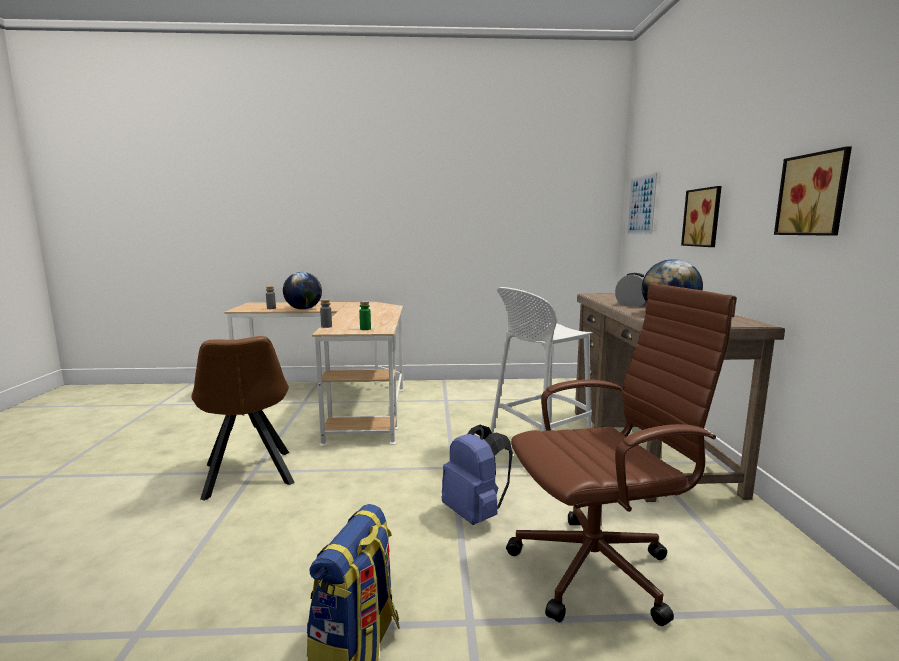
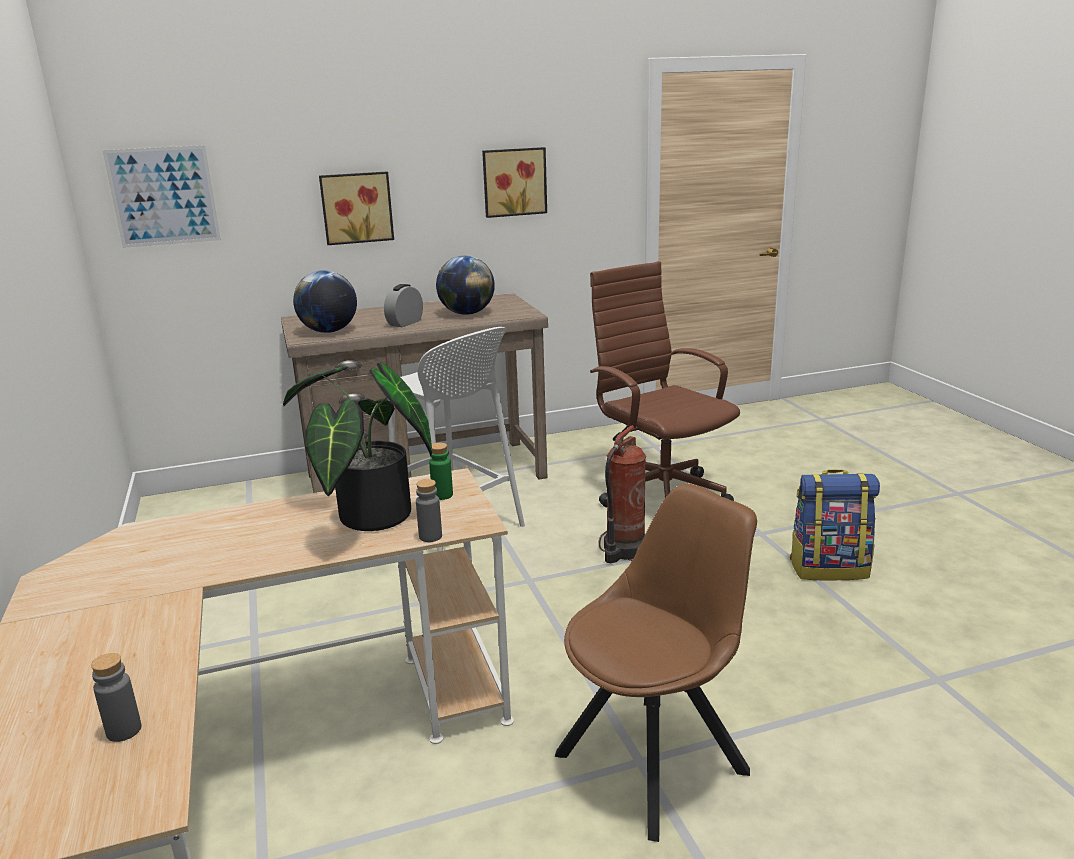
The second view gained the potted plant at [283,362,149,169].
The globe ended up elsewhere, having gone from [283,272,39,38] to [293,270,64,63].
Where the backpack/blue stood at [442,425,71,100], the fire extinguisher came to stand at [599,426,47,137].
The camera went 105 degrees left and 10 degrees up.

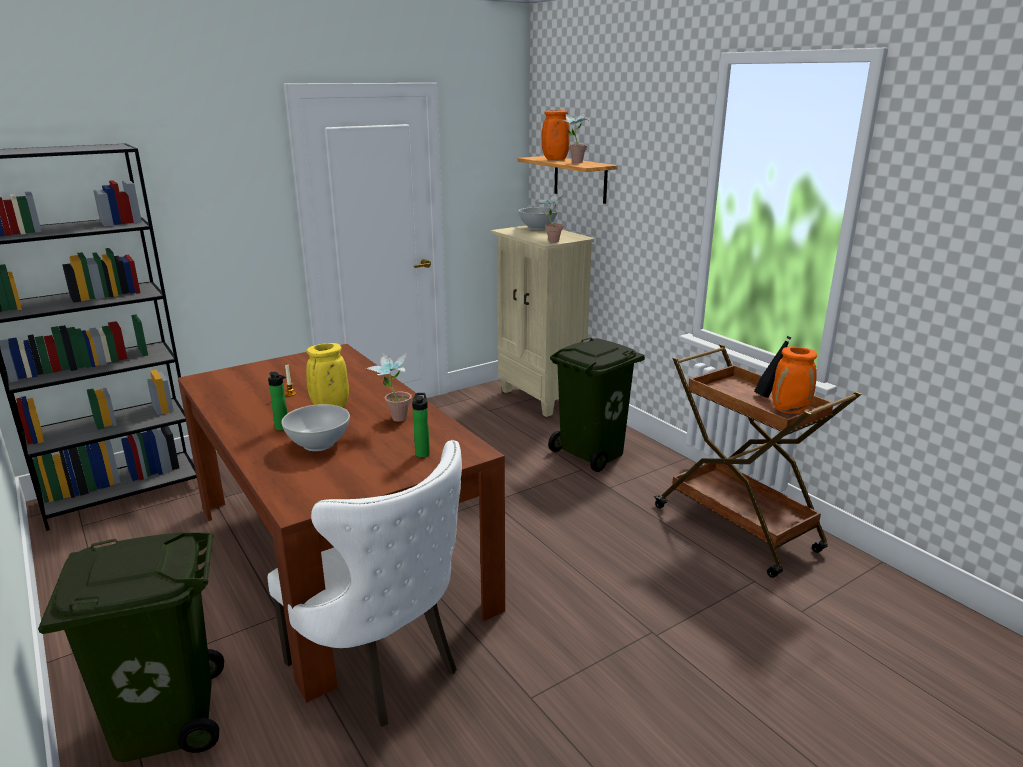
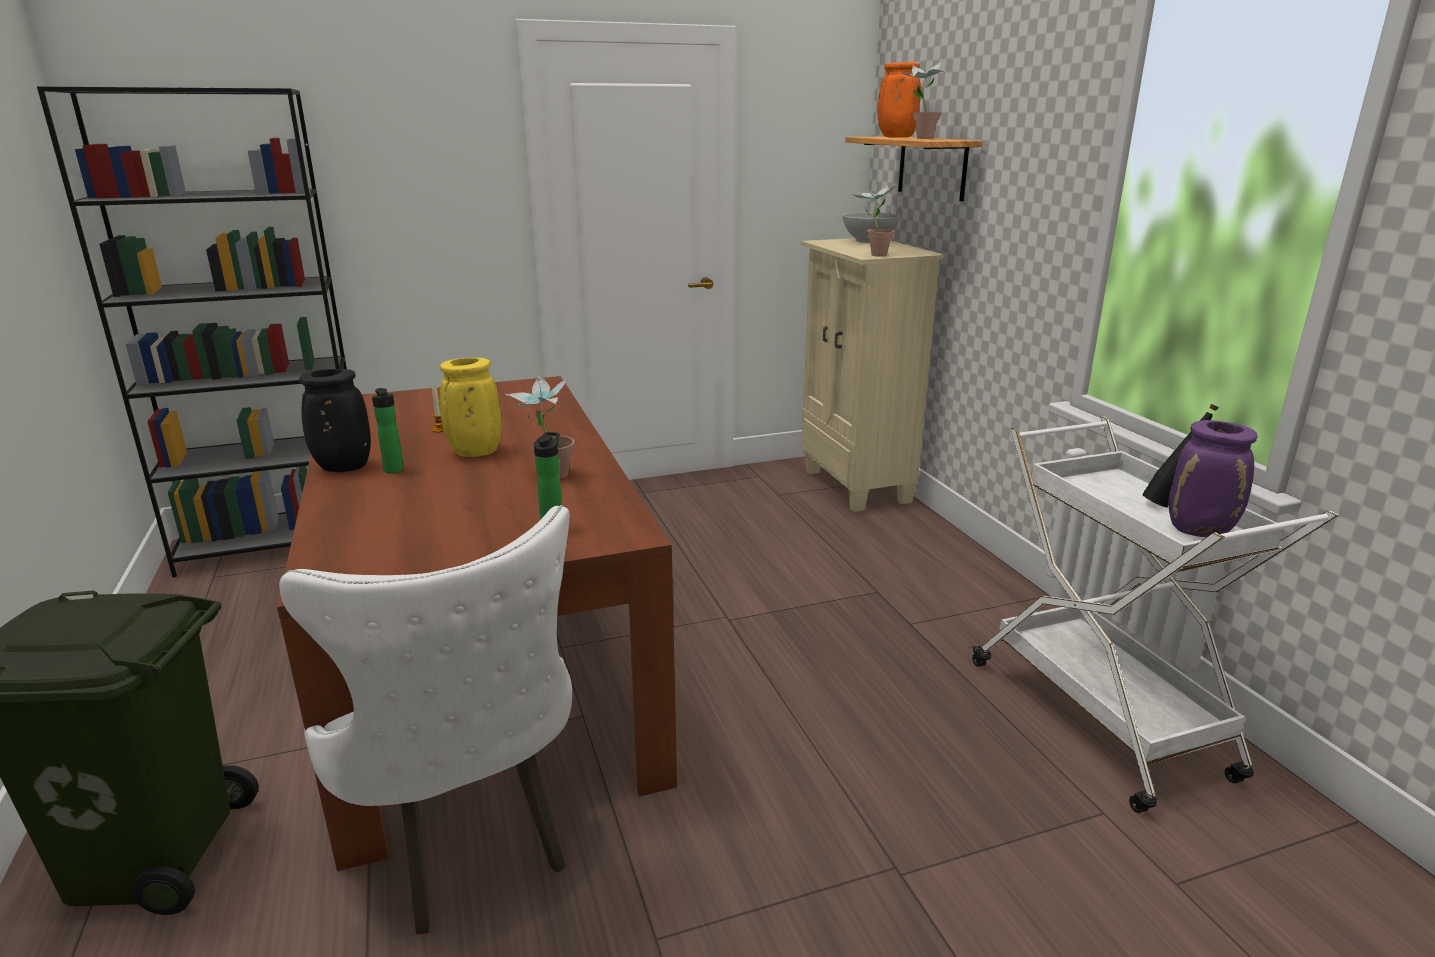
The second view lost the bowl/white at [281,404,69,47].
The second view lost the trash can/green at [548,337,97,135].
The second view gained the vase/black at [299,369,72,103].
What was the cart/brown at [654,344,208,234] turned into the cart/white at [969,416,371,397].
What was the vase/orange at [772,347,45,67] turned into the vase/purple at [1169,420,88,117].
The camera went 15 degrees right and 0 degrees up.

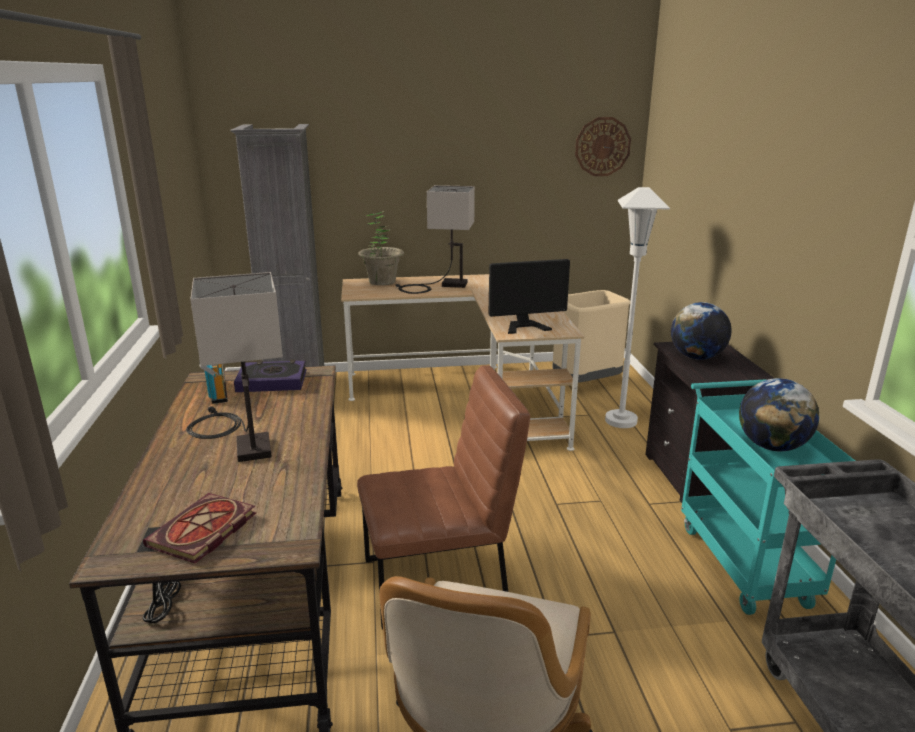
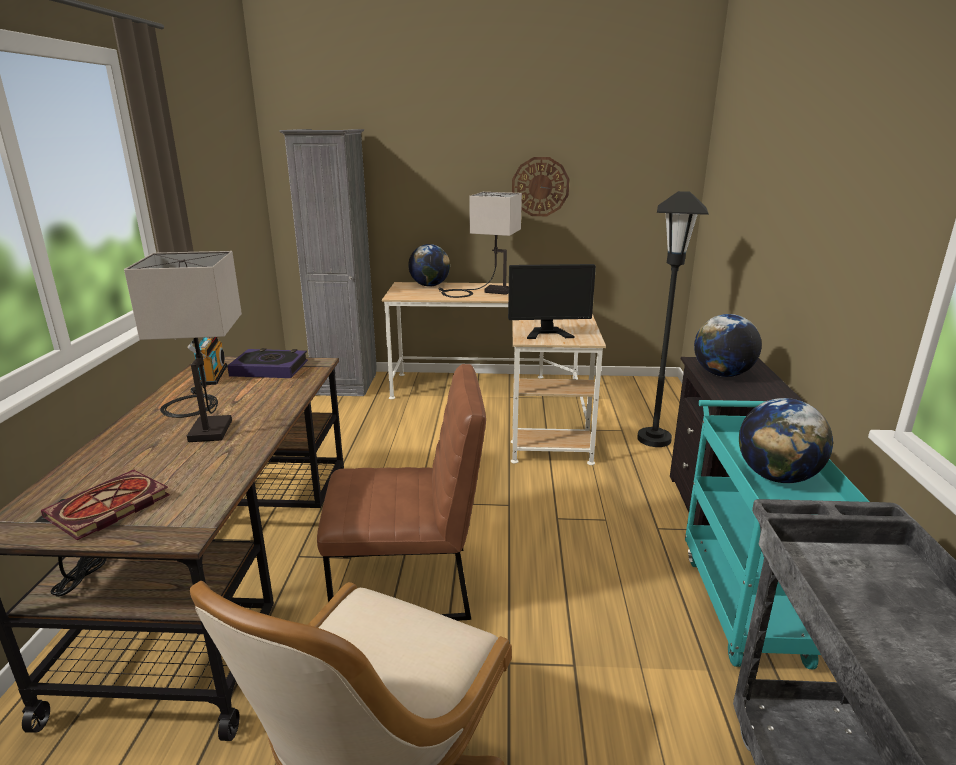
The second view lost the trash can/beige at [552,290,79,93].
The wall clock ended up elsewhere, having gone from [575,117,56,59] to [512,157,58,59].
Where the potted plant stood at [358,211,46,74], the globe came to stand at [408,244,42,43].
What was the floor lamp/white at [605,187,65,241] turned into the floor lamp/black at [637,191,72,256].
The camera went 10 degrees right and 0 degrees up.

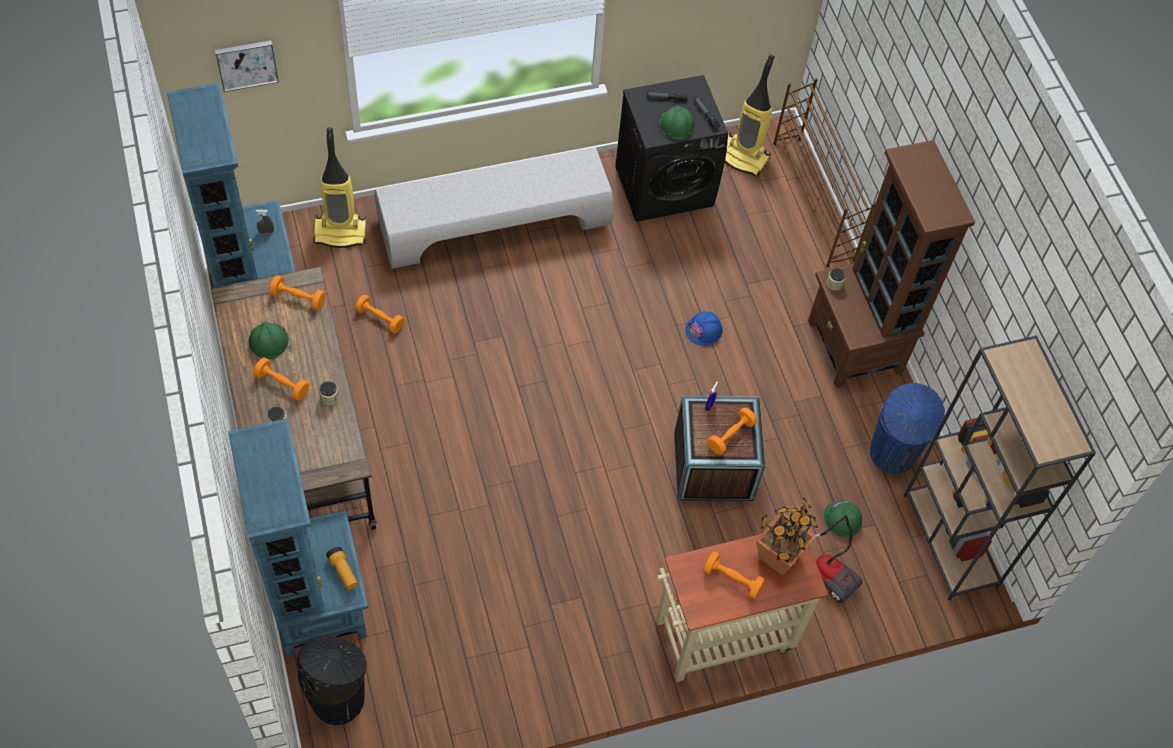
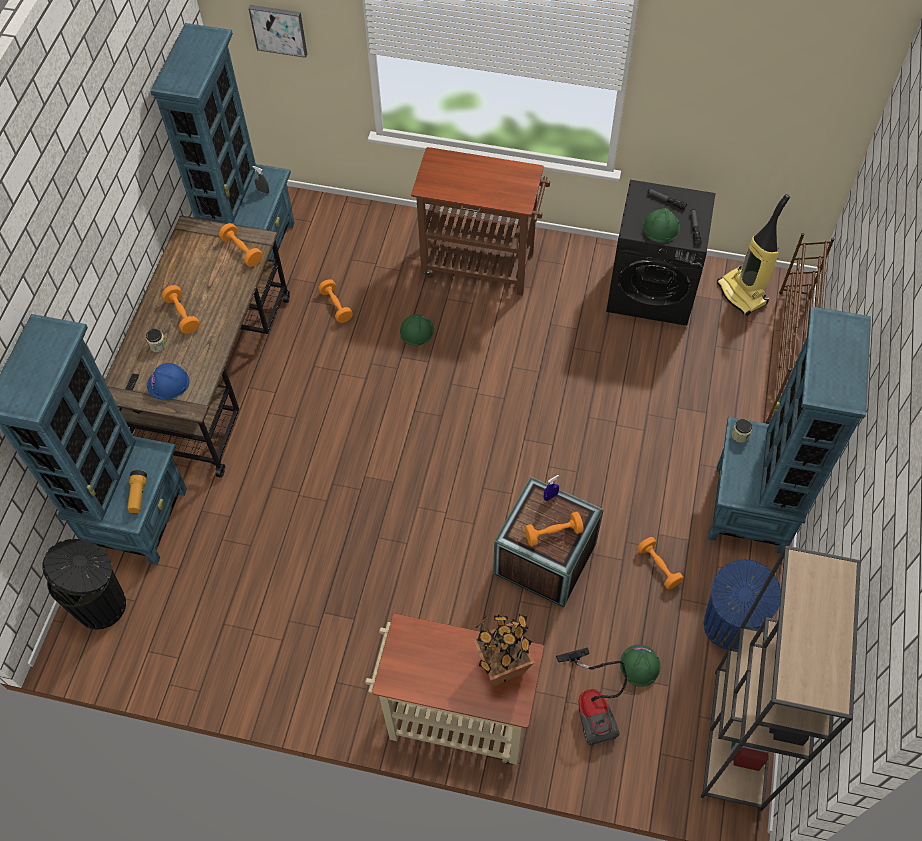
The second view lost the vacuum cleaner at [313,128,53,120].
The second view lost the jar at [319,381,20,24].
The hard hat/green ended up elsewhere, having gone from [249,322,40,37] to [400,314,34,32].
The hard hat/blue ended up elsewhere, having gone from [685,311,38,35] to [147,363,42,37].
The dumbbell/orange ended up elsewhere, having gone from [703,551,62,48] to [637,537,47,52].
Where the bench/grey stood at [375,147,239,122], the cart/brown came to stand at [411,147,139,149].
What was the cabinet/brown at [808,140,167,248] turned into the cabinet/blue at [708,306,163,247].
The camera went 35 degrees right and 0 degrees up.

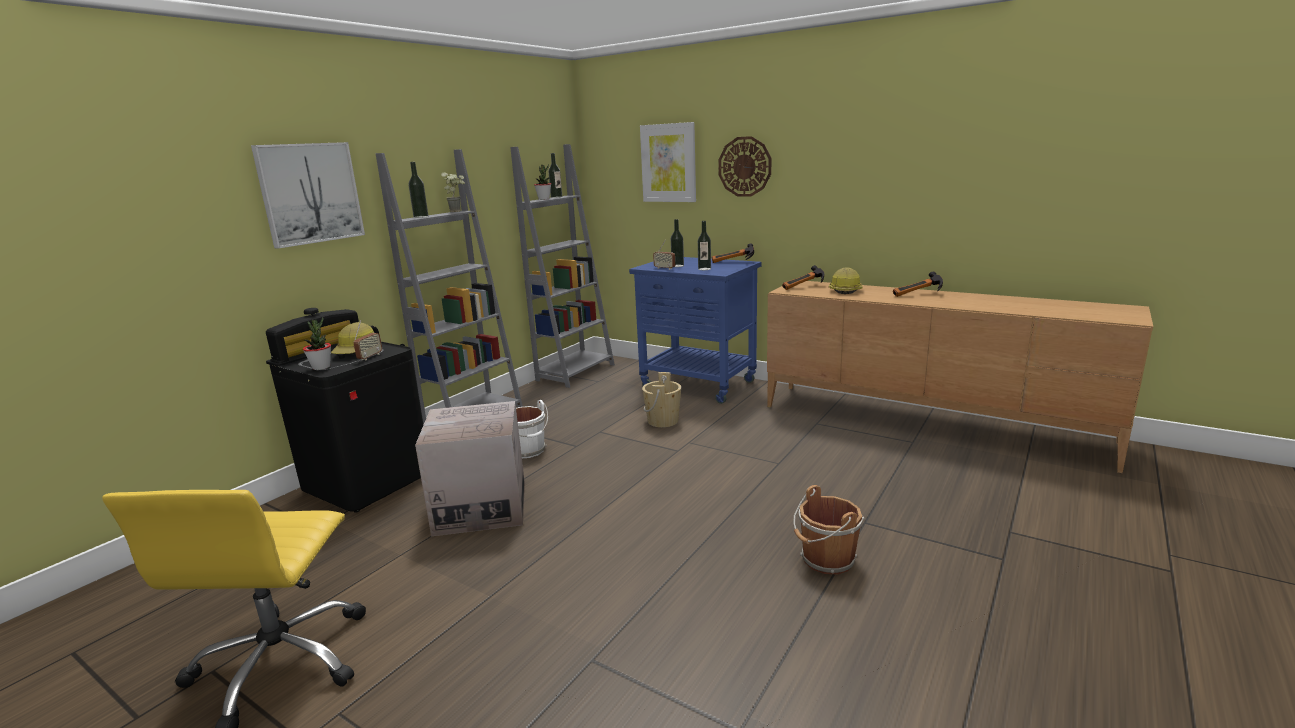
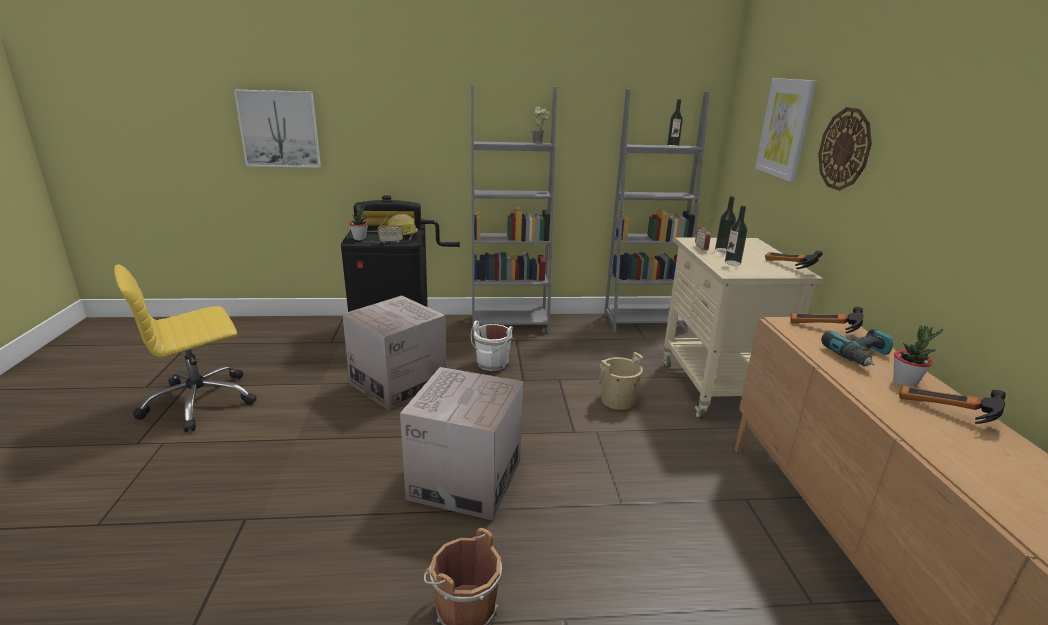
The second view lost the bottle at [409,162,19,56].
The second view gained the cardboard box at [400,367,123,153].
The picture ended up elsewhere, having gone from [251,142,114,107] to [234,90,87,78].
The potted plant ended up elsewhere, having gone from [534,164,17,36] to [893,325,50,62].
Where the hard hat stood at [829,267,34,27], the power drill came to stand at [821,329,73,37].
What was the cart/blue at [629,257,132,147] turned into the cart/beige at [663,237,160,181].
The camera went 50 degrees right and 5 degrees up.

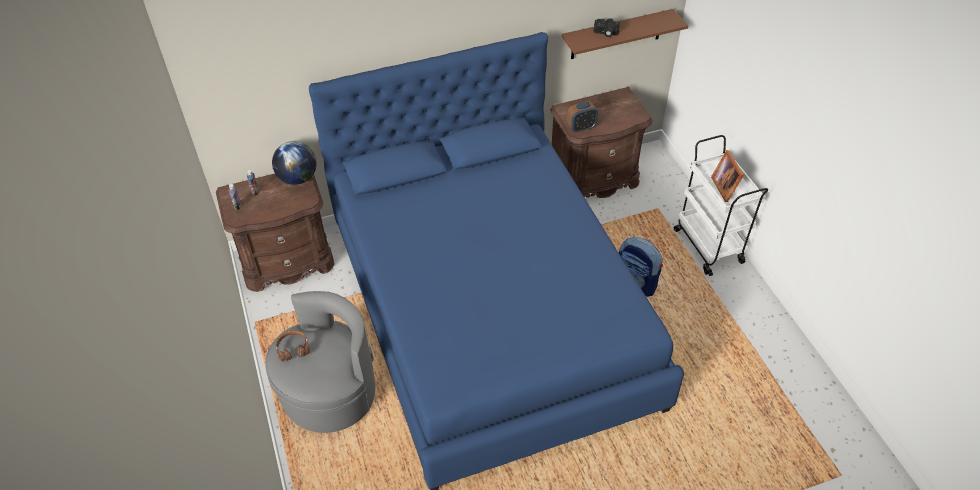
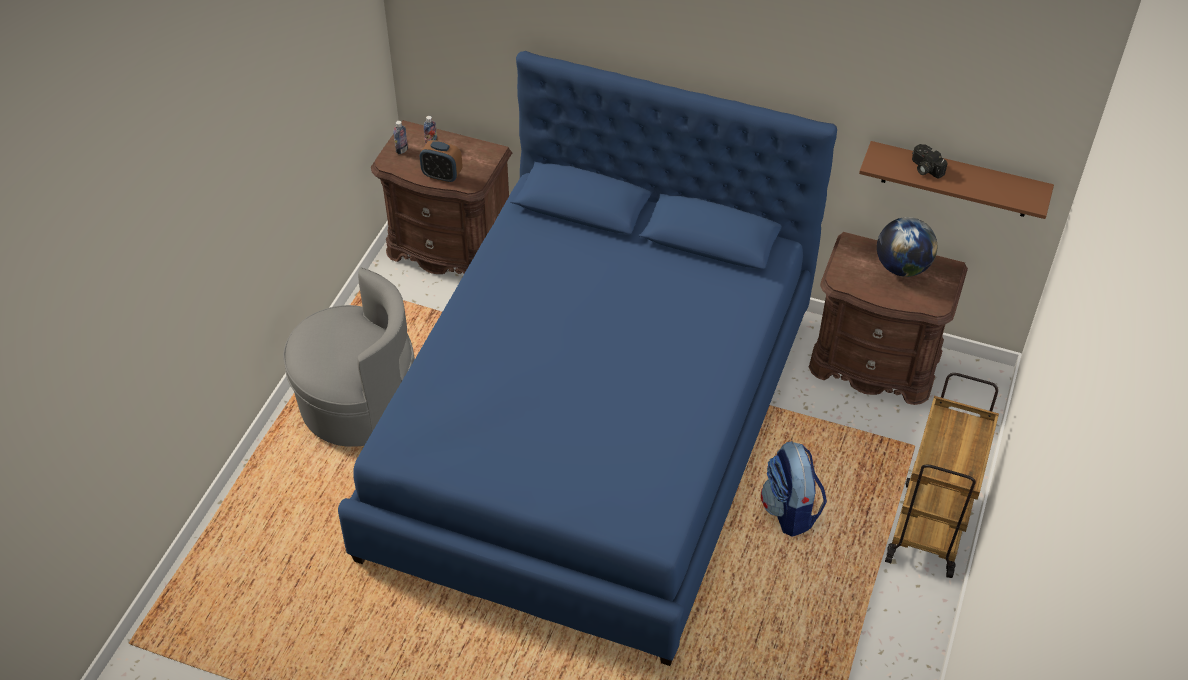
The second view lost the headphones/brown at [276,330,34,32].
The second view lost the picture frame at [711,150,33,52].
The globe ended up elsewhere, having gone from [272,141,44,44] to [877,217,60,60].
The alarm clock ended up elsewhere, having gone from [567,101,31,32] to [420,140,42,43].
What was the cart/white at [674,135,94,141] turned into the cart/brown at [885,373,114,205].
The camera went 40 degrees right and 0 degrees up.

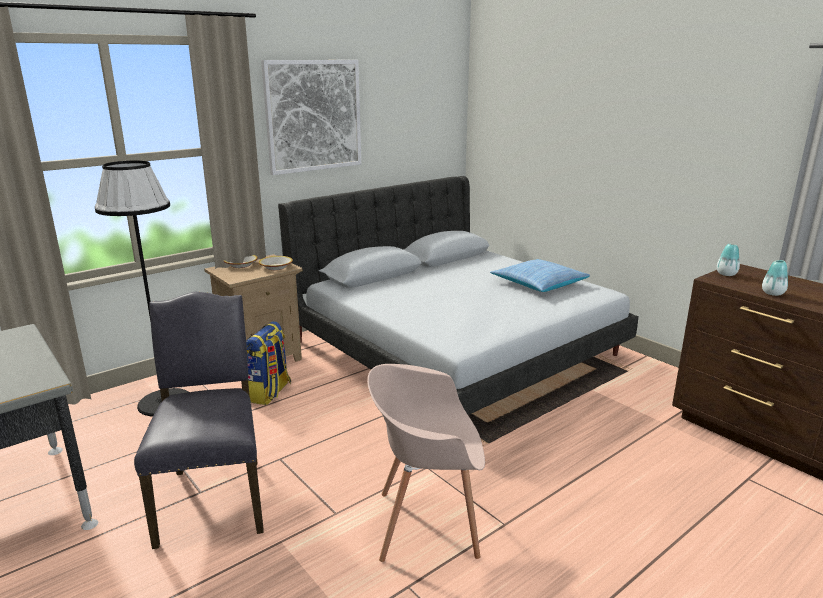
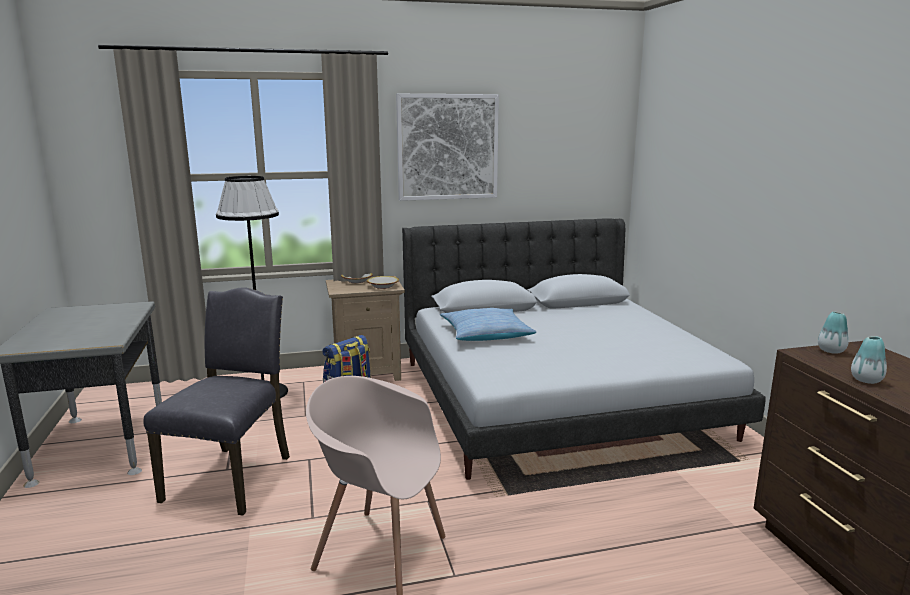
The pillow ended up elsewhere, having gone from [490,259,100,33] to [440,308,96,33].
The camera went 25 degrees right and 5 degrees down.

